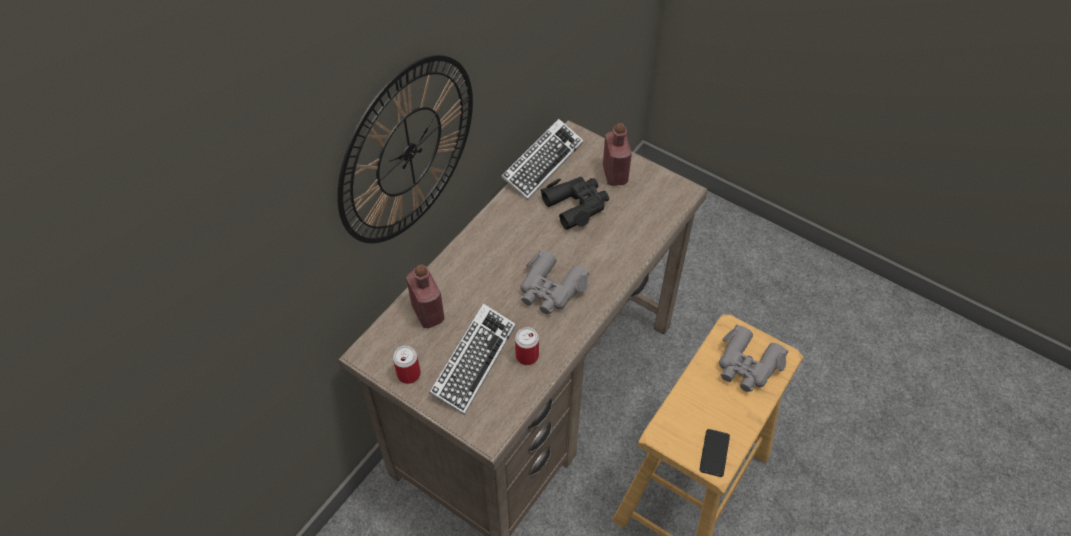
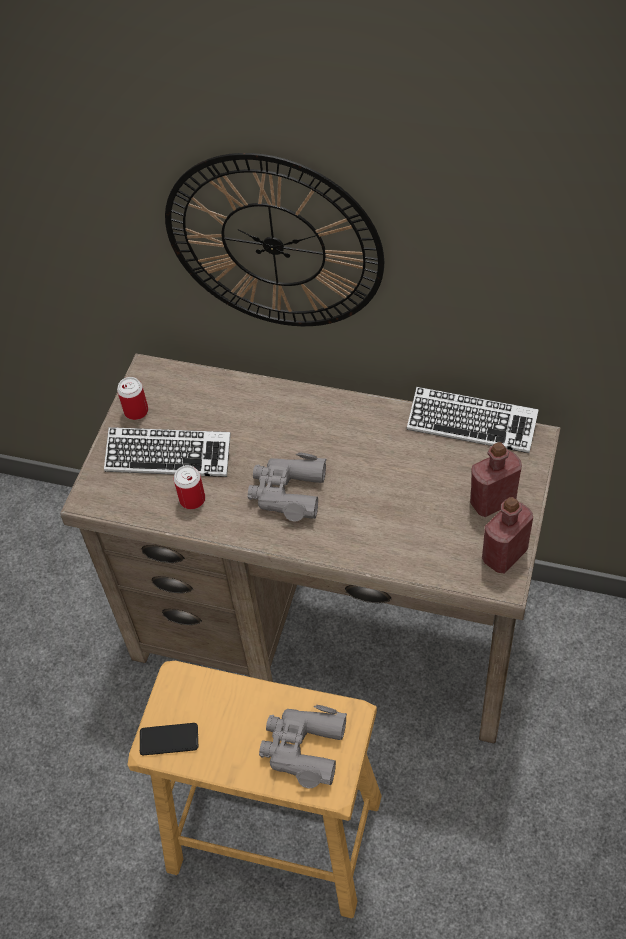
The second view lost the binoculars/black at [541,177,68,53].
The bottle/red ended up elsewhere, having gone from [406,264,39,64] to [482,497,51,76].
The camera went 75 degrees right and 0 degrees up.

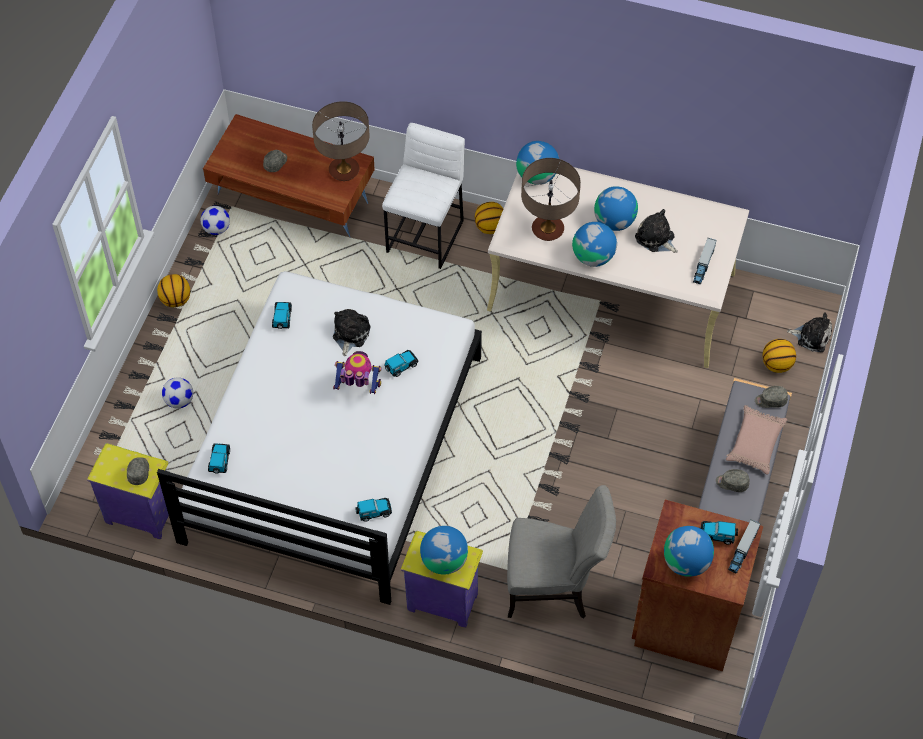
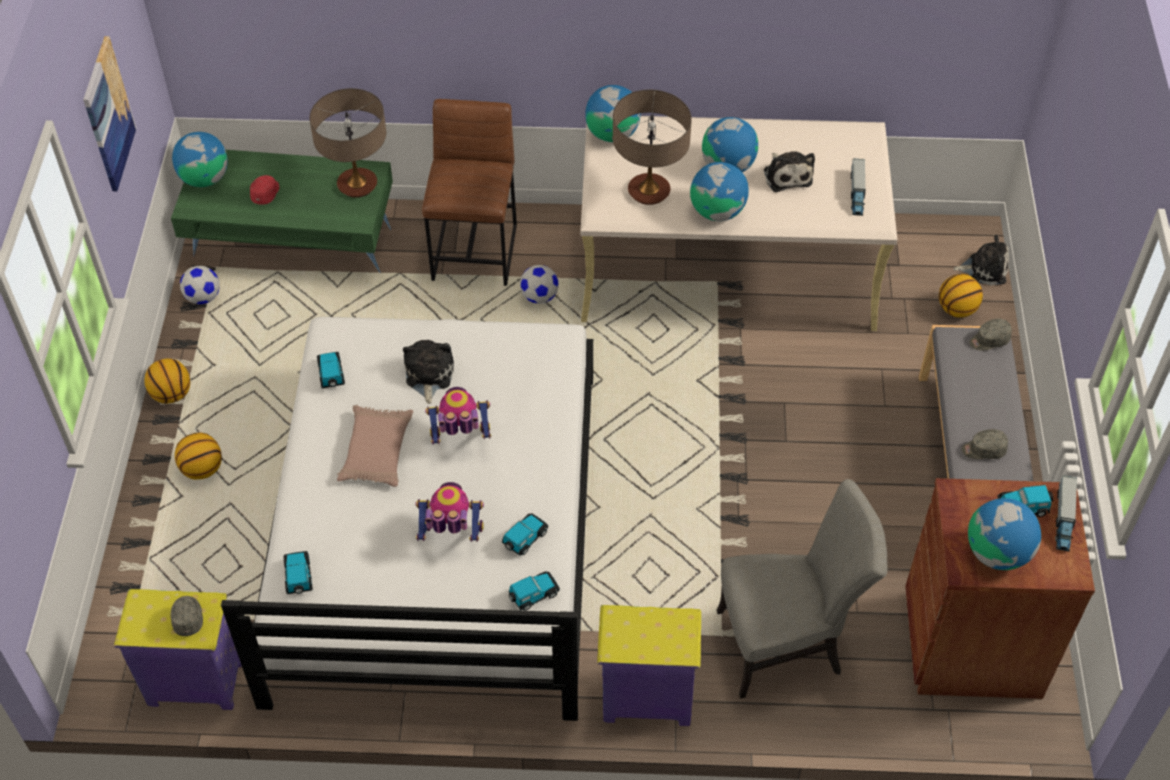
The second view gained the picture at [83,36,53,155].
The second view gained the toy robot at [415,482,69,60].
The football ended up elsewhere, having gone from [162,378,31,31] to [520,265,39,39].
The toy car ended up elsewhere, having gone from [385,350,34,27] to [502,513,46,43].
The globe ended up elsewhere, having gone from [420,526,48,49] to [172,132,56,55].
The basketball ended up elsewhere, having gone from [475,202,28,32] to [175,433,47,47].
The pillow/beige ended up elsewhere, having gone from [726,405,61,69] to [337,405,76,82].
What was the coffee table/brown at [203,114,172,124] turned into the coffee table/green at [171,150,222,123].
What was the cap/grey at [263,150,24,22] turned into the cap/red at [250,175,29,30].
What was the chair/white at [382,123,83,146] turned into the chair/brown at [422,99,95,187].
The plush toy at [635,209,43,44] ended up facing another way, 135 degrees counterclockwise from before.
The camera went 15 degrees left and 5 degrees down.

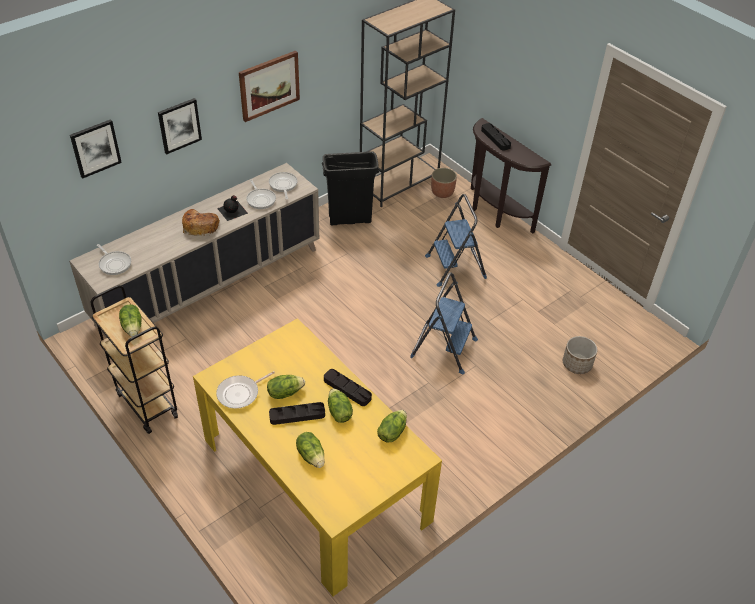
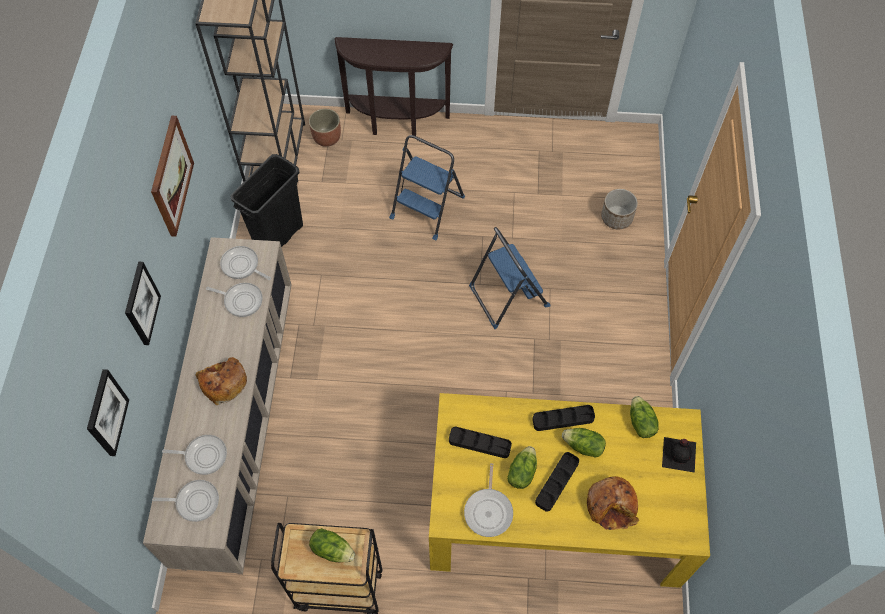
The second view gained the frying pan at [162,435,65,40].
The bottle/black ended up elsewhere, having gone from [217,195,31,26] to [662,437,34,36].
The tray/black ended up elsewhere, having gone from [481,123,30,28] to [449,427,63,31].
Where the lettuce stood at [296,432,29,36], the bread came to stand at [587,476,52,54].
The camera went 45 degrees left and 15 degrees up.

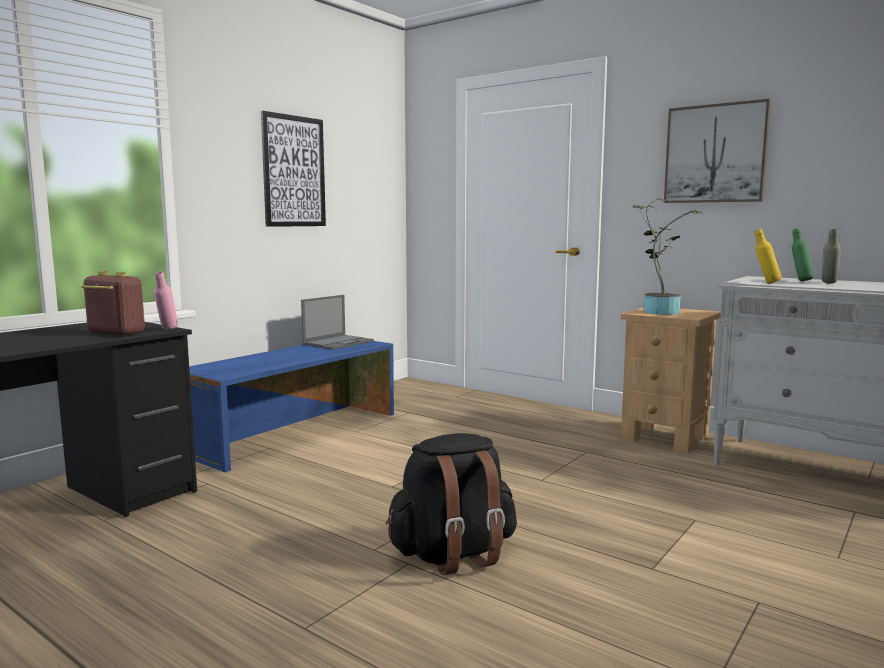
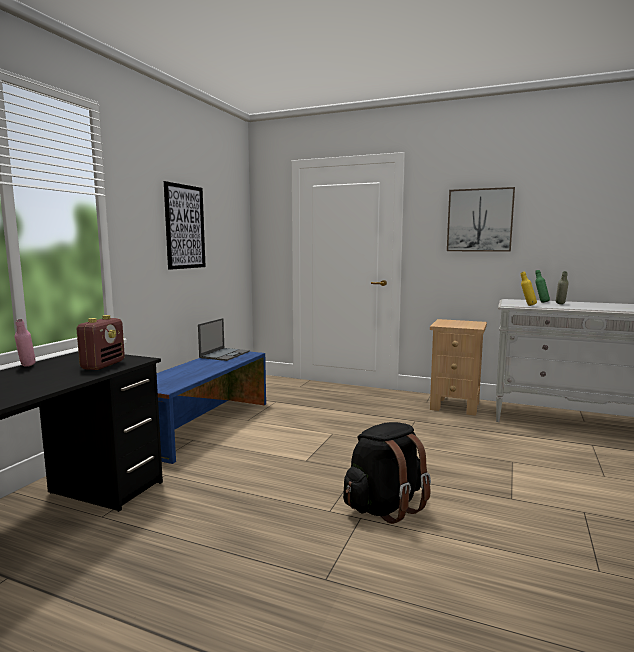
The second view lost the potted plant at [633,198,68,117].
The bottle/pink ended up elsewhere, having gone from [154,271,24,59] to [14,319,22,48].
The radio at [81,271,64,65] ended up facing another way, 90 degrees clockwise from before.
The camera went 15 degrees left and 0 degrees up.

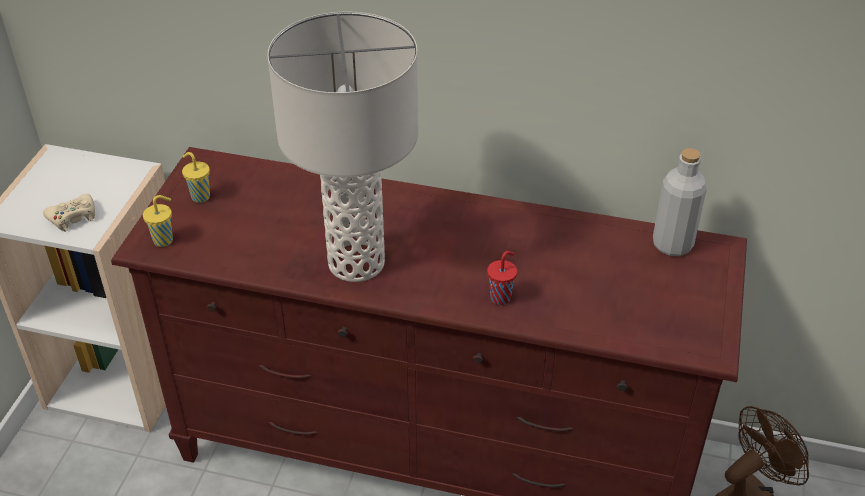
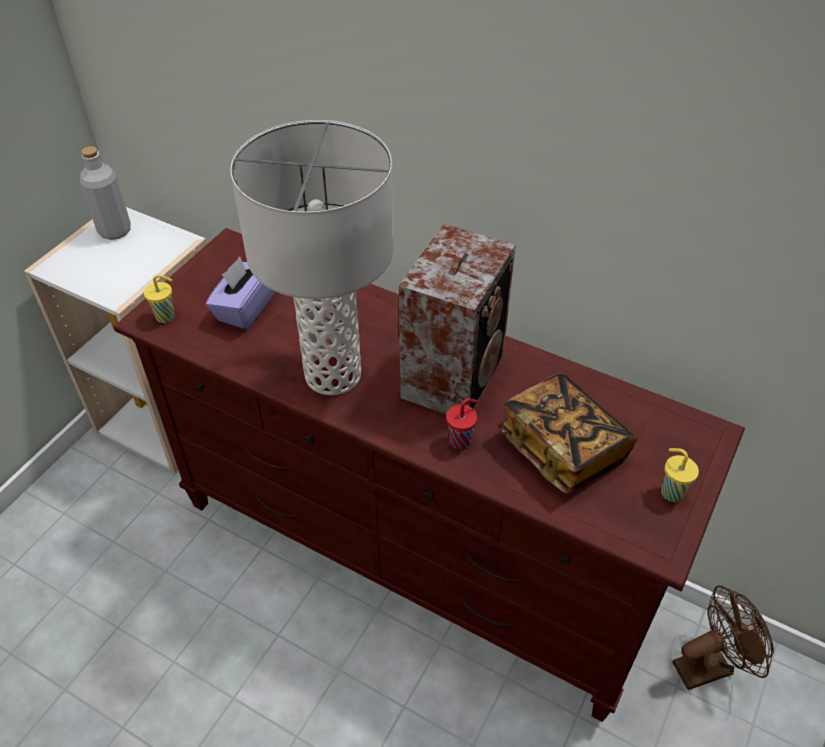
The second view lost the game controller/beige at [43,194,52,38].
The second view gained the tissue box/purple at [206,257,69,72].
The second view gained the speaker at [399,224,117,190].
The second view gained the book at [499,373,138,121].
The cup/yellow ended up elsewhere, having gone from [182,152,28,51] to [661,448,38,54].
The bottle/grey ended up elsewhere, having gone from [653,148,54,108] to [80,146,51,94].
The camera went 15 degrees right and 5 degrees up.

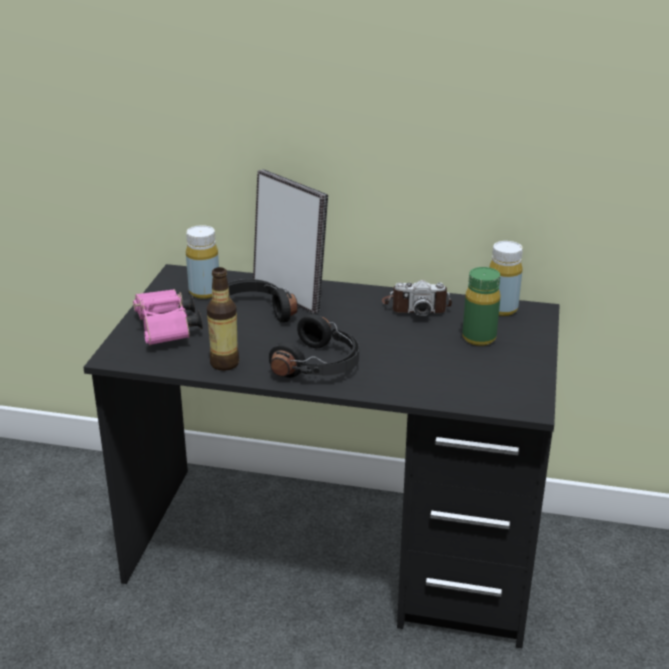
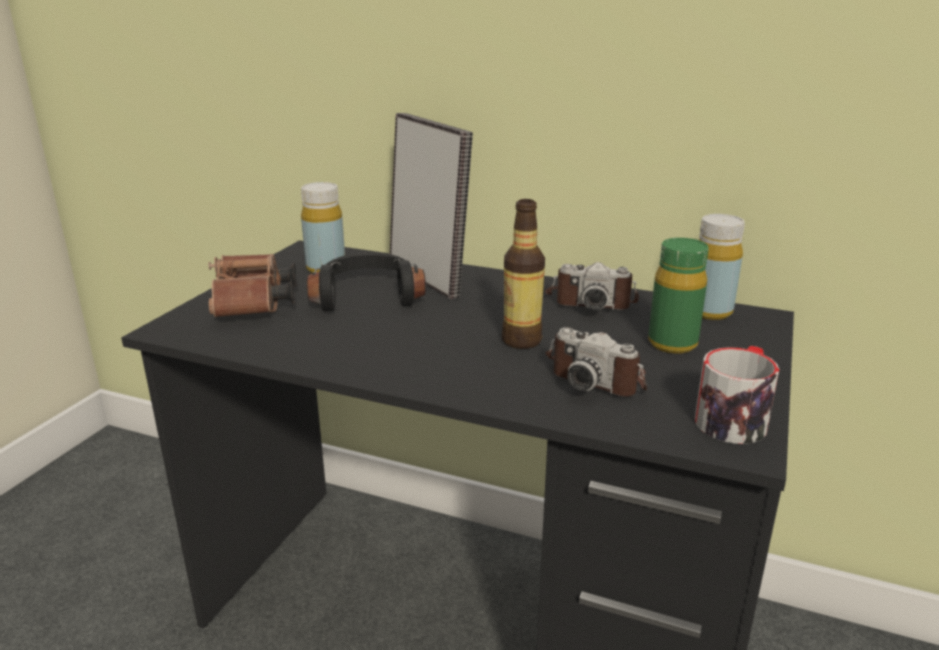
The second view lost the headphones/black at [269,314,90,64].
The second view gained the photo camera at [546,327,101,70].
The second view gained the mug at [695,346,84,98].
The bottle ended up elsewhere, having gone from [207,267,33,104] to [502,199,43,150].
What was the binoculars/pink at [133,289,70,56] turned into the binoculars/brown at [209,254,87,63].
The camera went 10 degrees right and 5 degrees down.

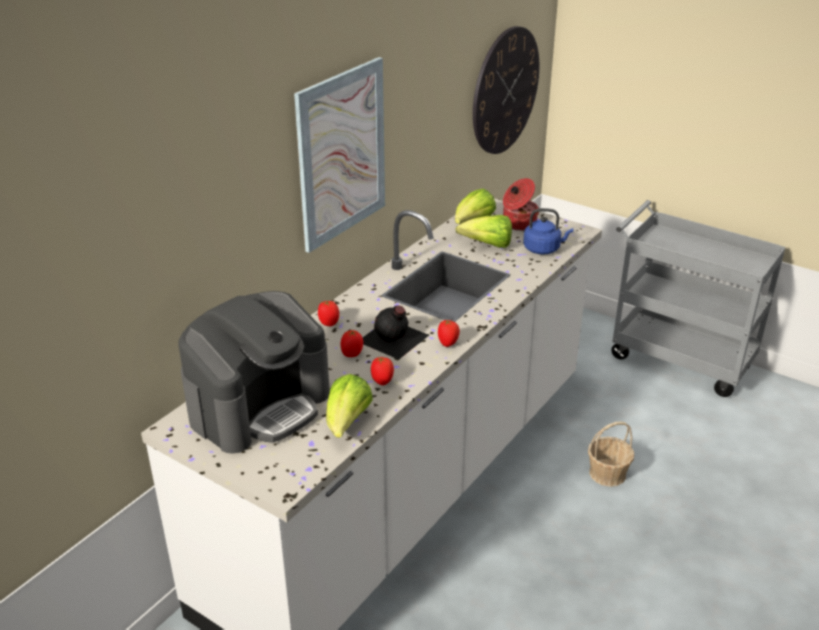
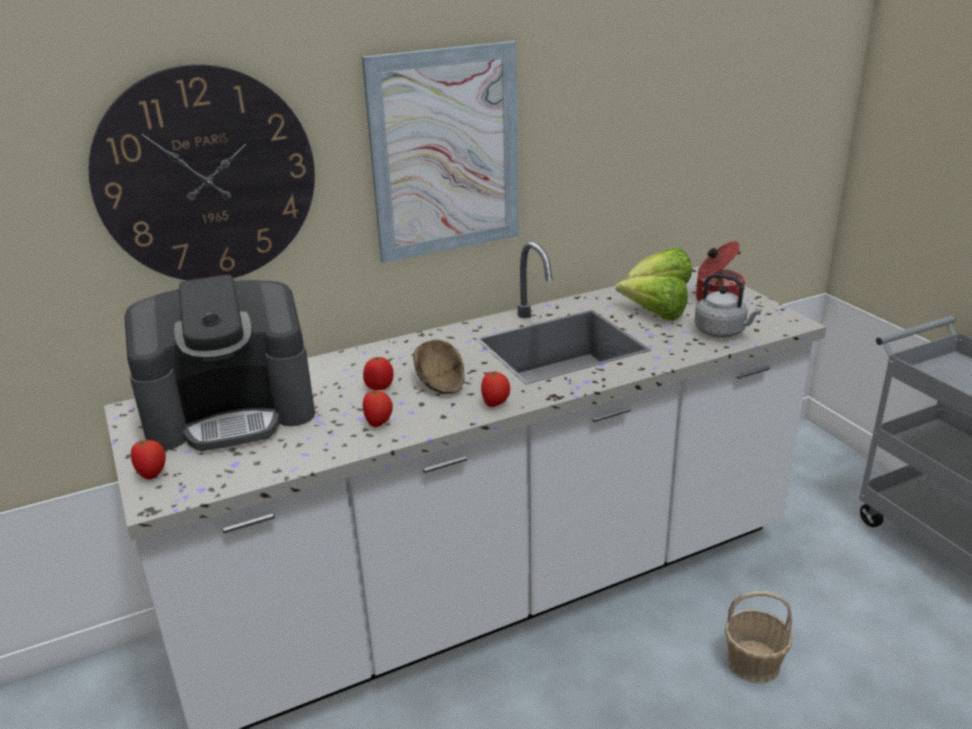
The second view lost the lettuce at [326,374,46,64].
The tomato ended up elsewhere, having gone from [318,301,21,25] to [131,439,35,41].
The wall clock ended up elsewhere, having gone from [473,26,66,128] to [89,64,226,216].
Where the bottle/black stood at [363,306,66,54], the bowl/brown came to stand at [413,339,51,55].
What was the kettle/blue at [523,208,50,47] turned into the kettle/grey at [694,273,68,65].
The camera went 30 degrees right and 5 degrees down.

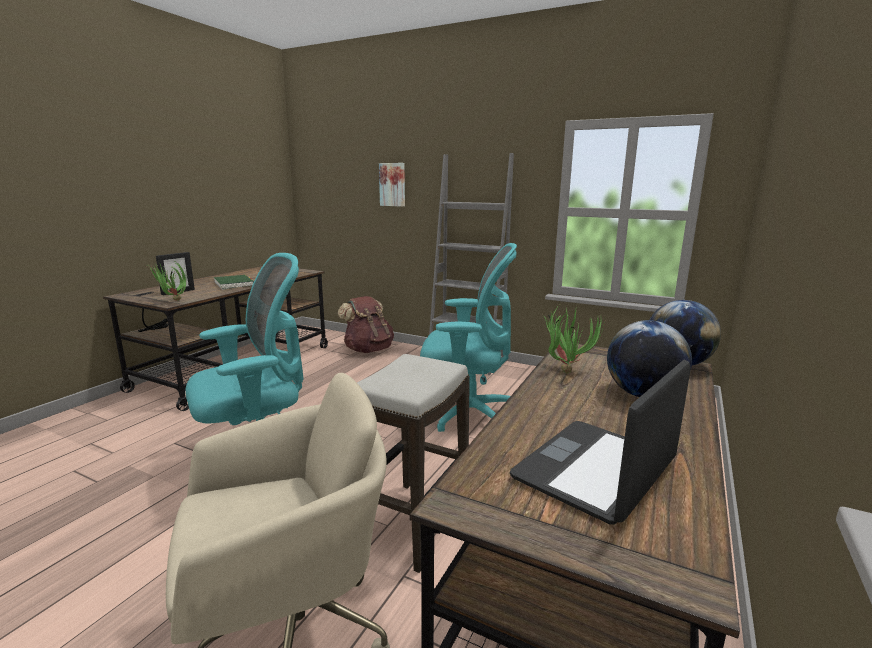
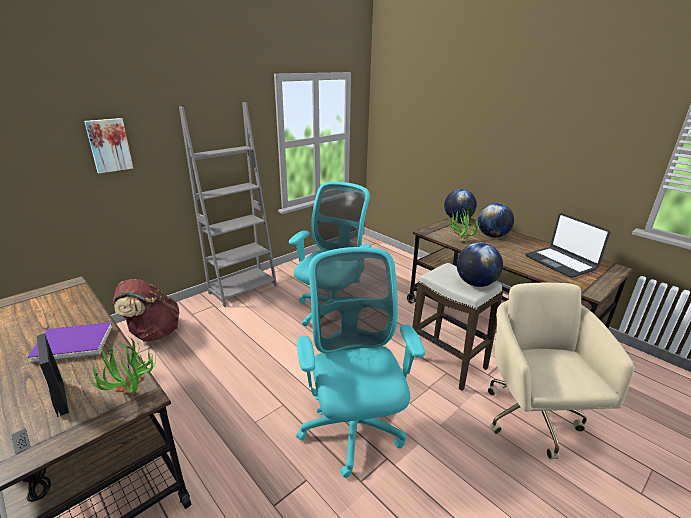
The second view gained the globe at [457,243,46,44].
What was the book/green at [214,275,40,15] turned into the book/purple at [27,322,85,41].
The camera went 70 degrees left and 10 degrees up.

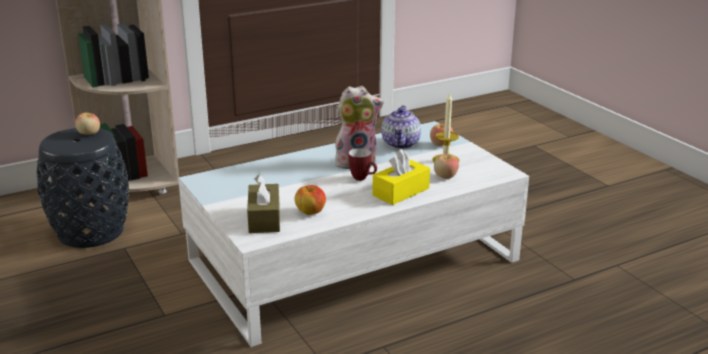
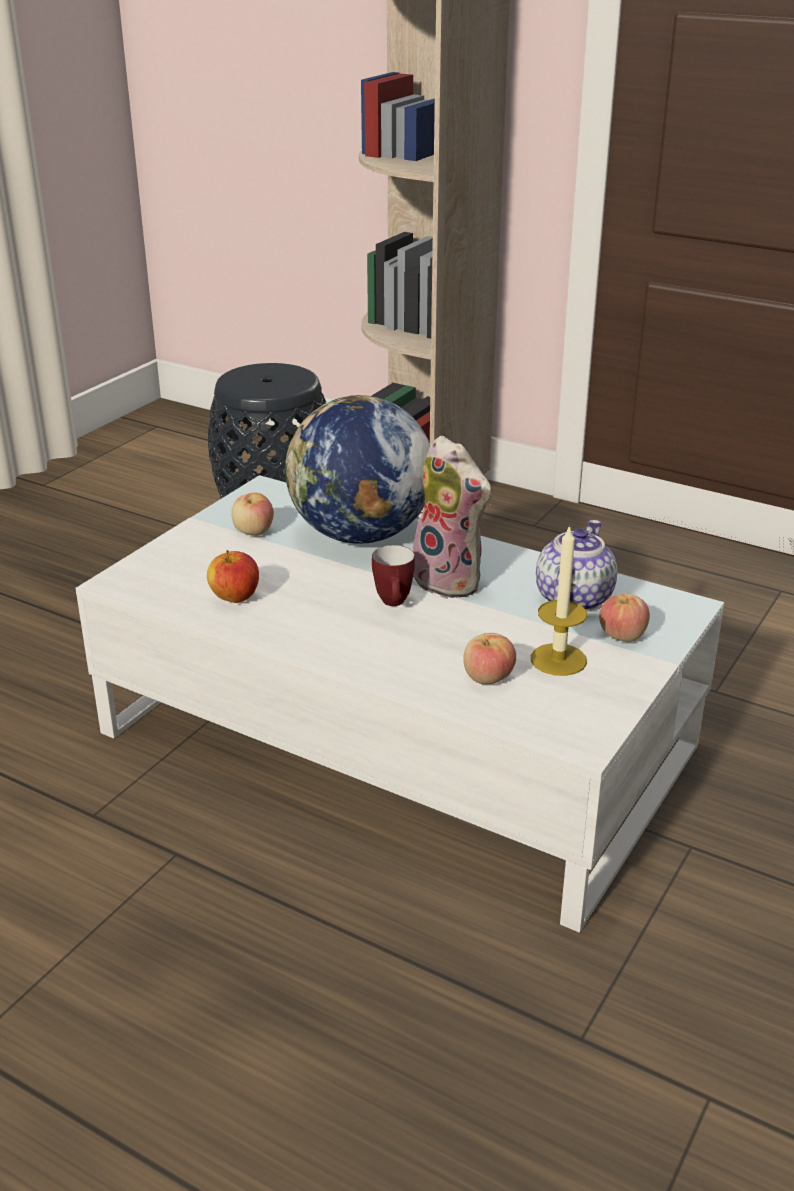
The second view lost the tissue box/brown at [247,174,33,59].
The second view lost the tissue box/yellow at [372,149,58,56].
The second view gained the globe at [285,395,145,149].
The apple ended up elsewhere, having gone from [75,113,25,21] to [231,492,43,44].
The teapot at [381,105,40,44] ended up facing another way, 135 degrees clockwise from before.
The camera went 60 degrees right and 5 degrees up.

